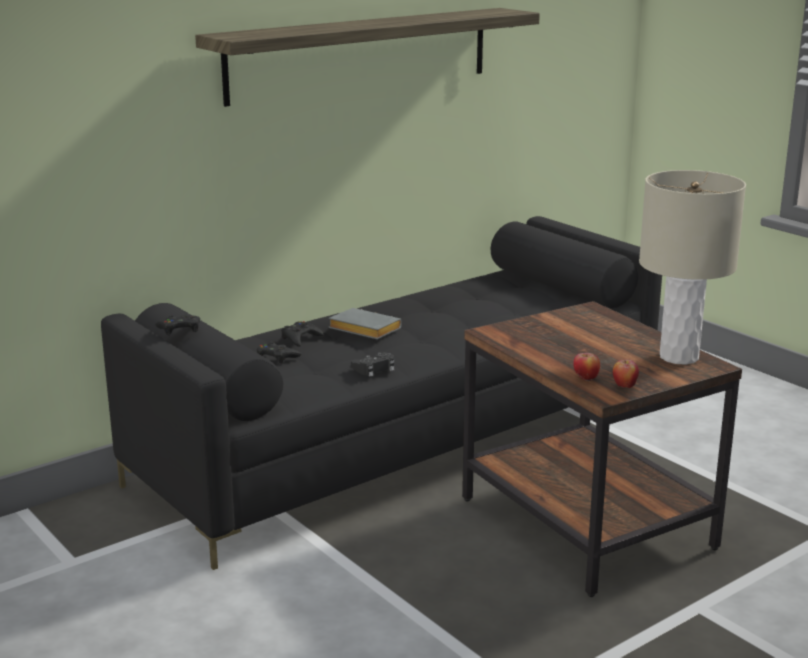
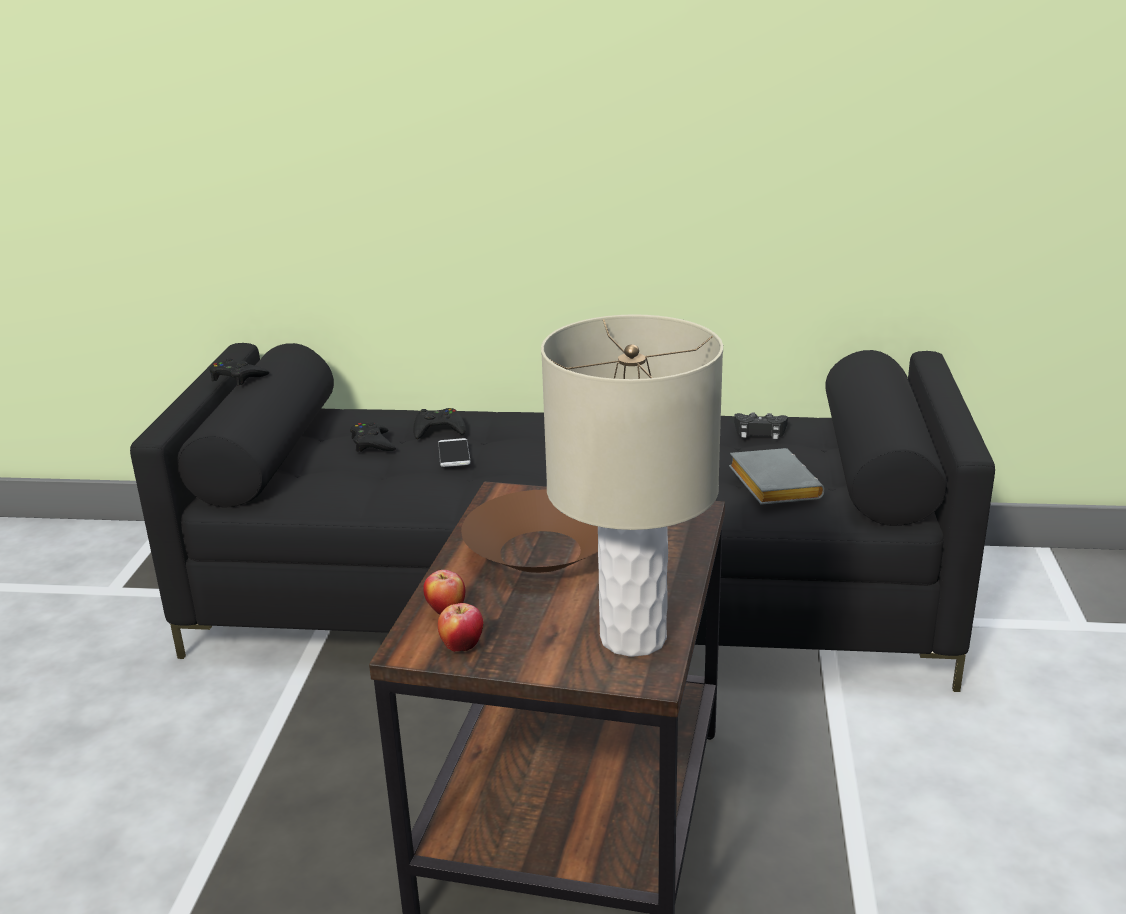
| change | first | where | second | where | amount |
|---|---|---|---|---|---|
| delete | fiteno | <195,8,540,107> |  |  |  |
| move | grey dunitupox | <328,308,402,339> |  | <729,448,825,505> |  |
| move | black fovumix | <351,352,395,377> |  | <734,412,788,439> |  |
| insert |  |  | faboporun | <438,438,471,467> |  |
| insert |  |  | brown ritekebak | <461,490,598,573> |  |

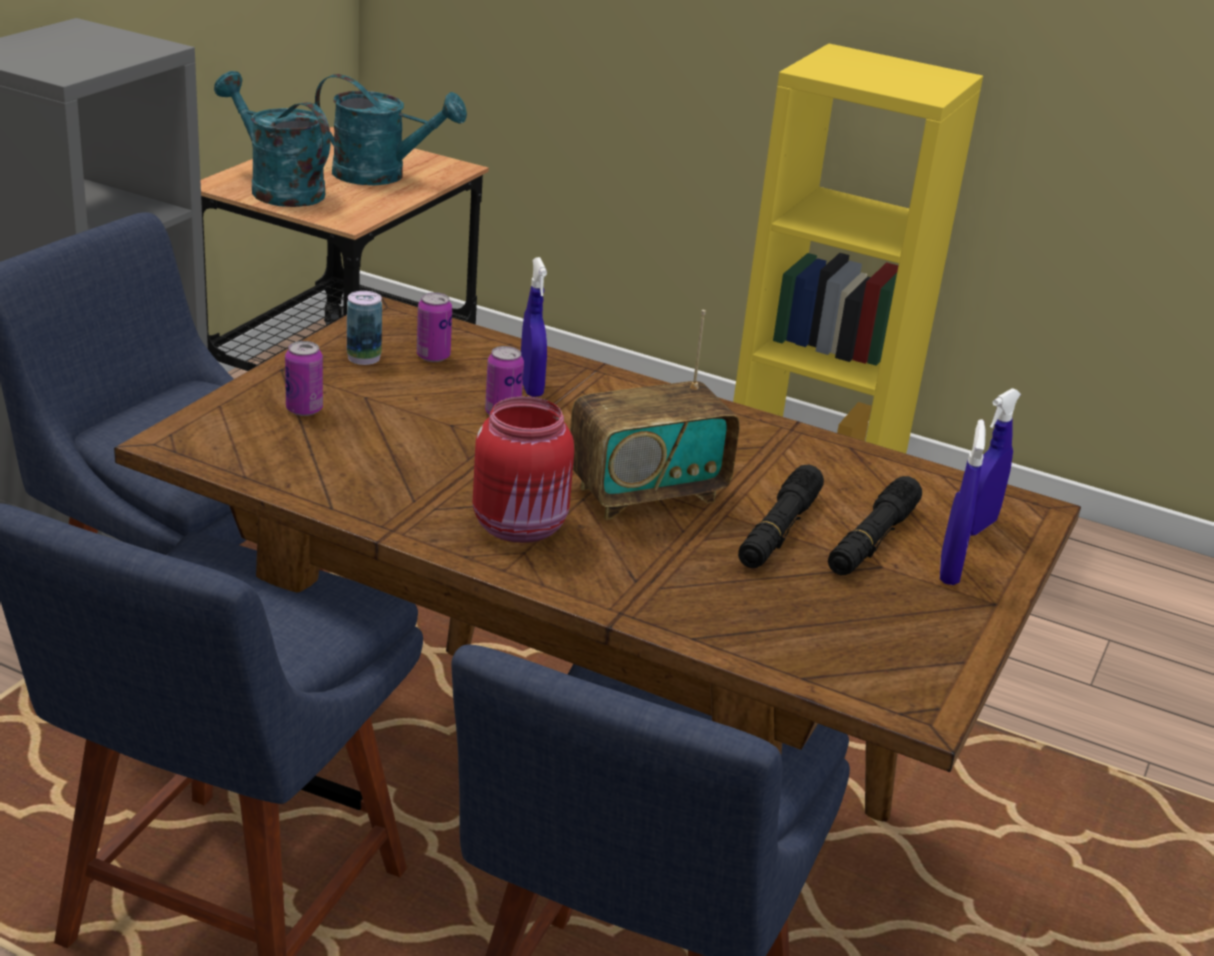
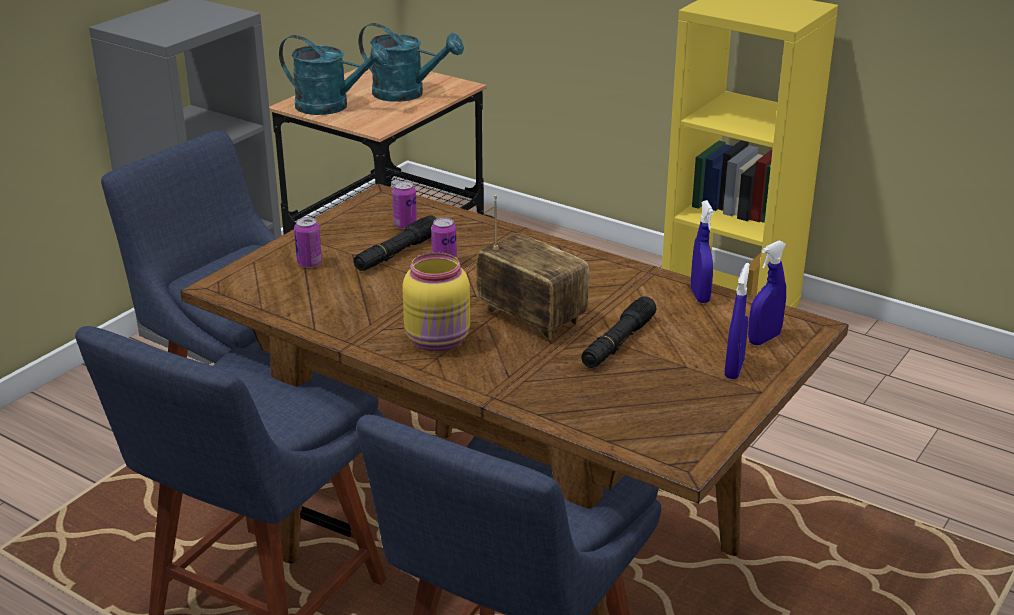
| change | first | where | second | where | amount |
|---|---|---|---|---|---|
| rotate | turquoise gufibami | <214,71,331,207> |  | <279,35,389,115> | 150 degrees clockwise |
| move | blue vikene | <521,257,547,397> |  | <691,200,714,303> |  |
| delete | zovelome | <347,291,382,365> |  |  |  |
| rotate | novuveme | <570,310,740,520> |  | <476,195,589,340> | 120 degrees counterclockwise |
| recolor | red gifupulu | <473,396,574,543> | yellow gifupulu | <402,252,470,351> |  |
| move | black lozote | <828,476,922,575> |  | <354,215,437,271> |  |

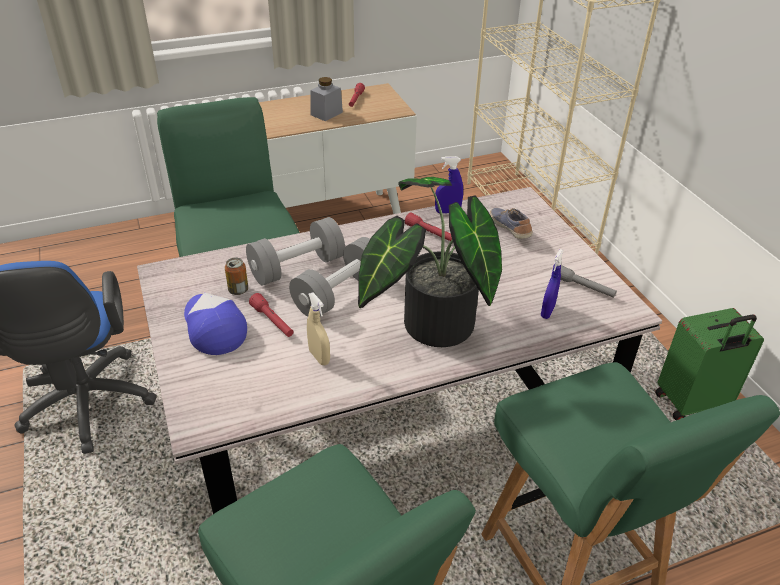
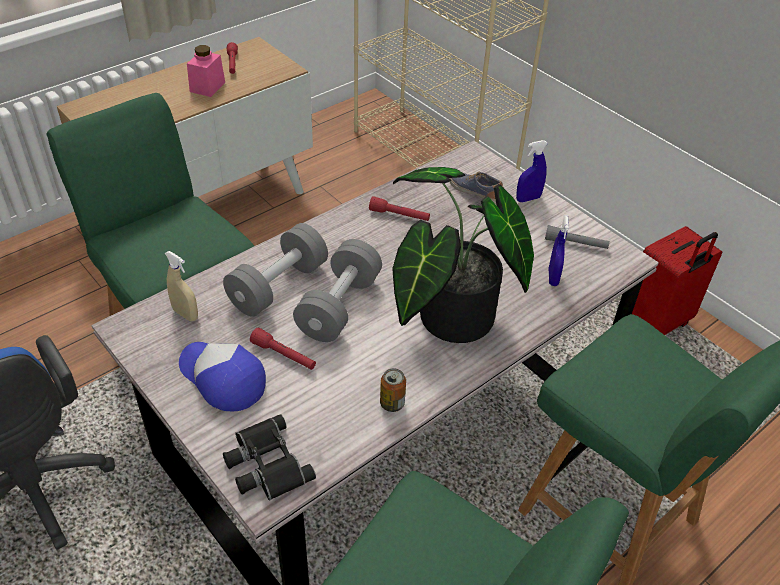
| change | first | where | second | where | amount |
|---|---|---|---|---|---|
| recolor | grey gifupulu | <310,77,343,121> | pink gifupulu | <187,45,225,97> |  |
| move | blue vikene | <435,156,463,214> |  | <516,140,548,202> |  |
| move | zovelome | <225,257,248,295> |  | <380,368,406,412> |  |
| move | beige vikene | <307,292,330,365> |  | <164,251,198,321> |  |
| recolor | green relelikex | <655,308,764,420> | red relelikex | <632,226,722,335> |  |
| insert |  |  | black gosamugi | <223,414,316,500> |  |

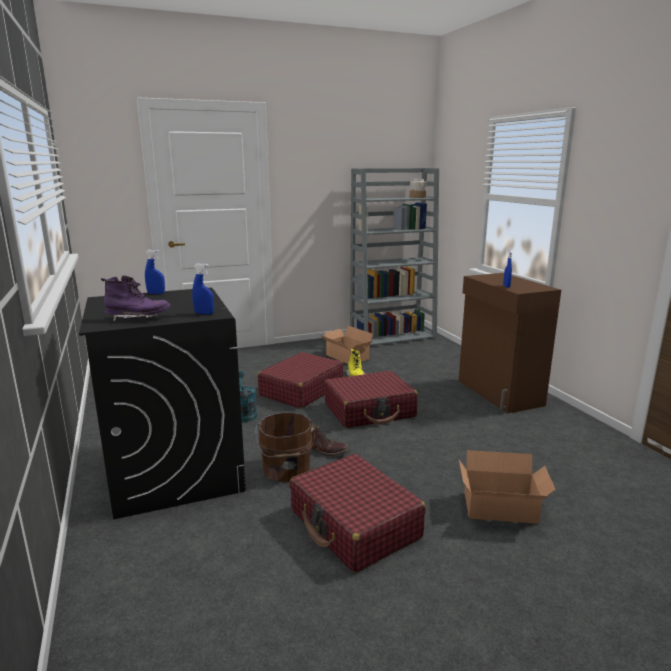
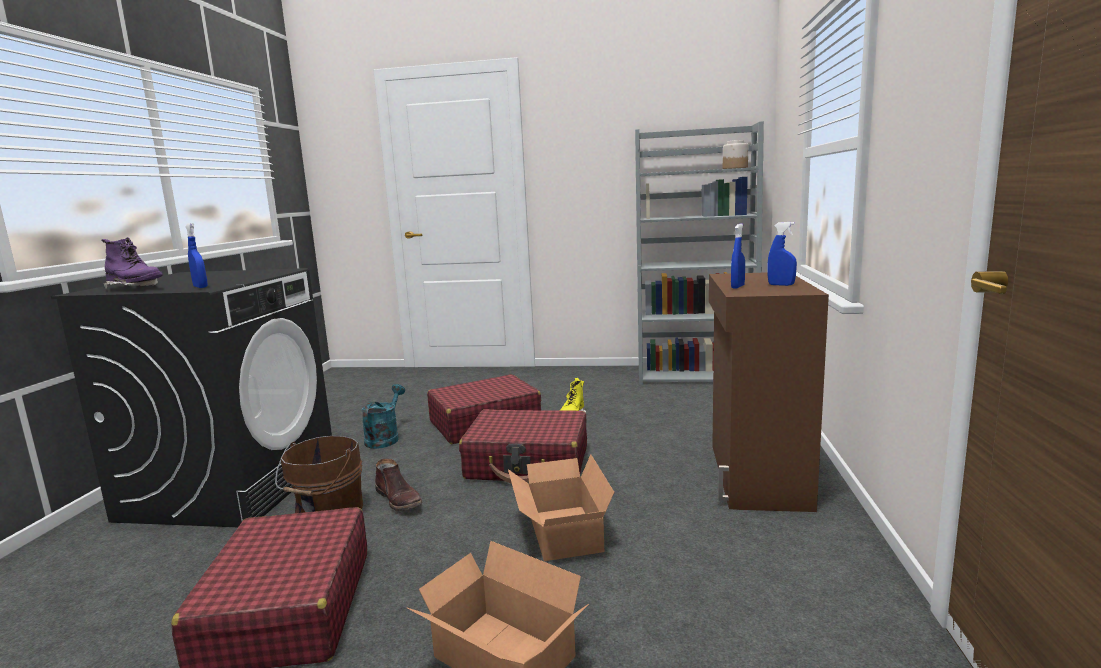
| change | first | where | second | where | amount |
|---|---|---|---|---|---|
| move | blue vikene | <145,250,165,294> |  | <767,222,797,286> |  |
| move | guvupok | <320,326,374,364> |  | <508,454,614,561> |  |

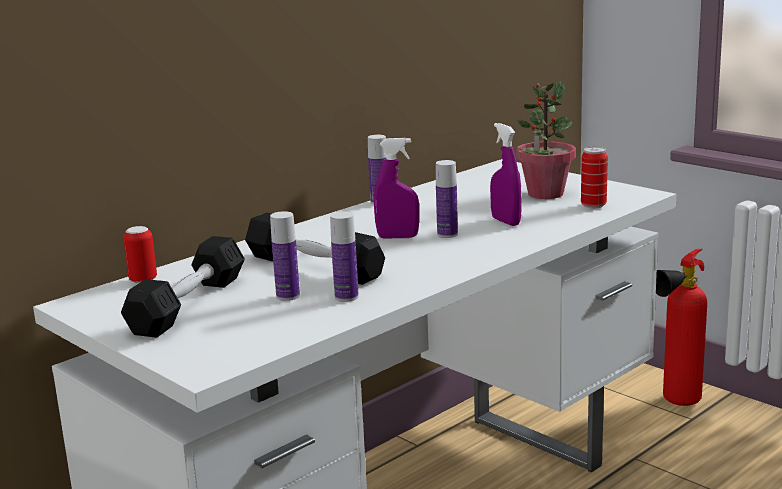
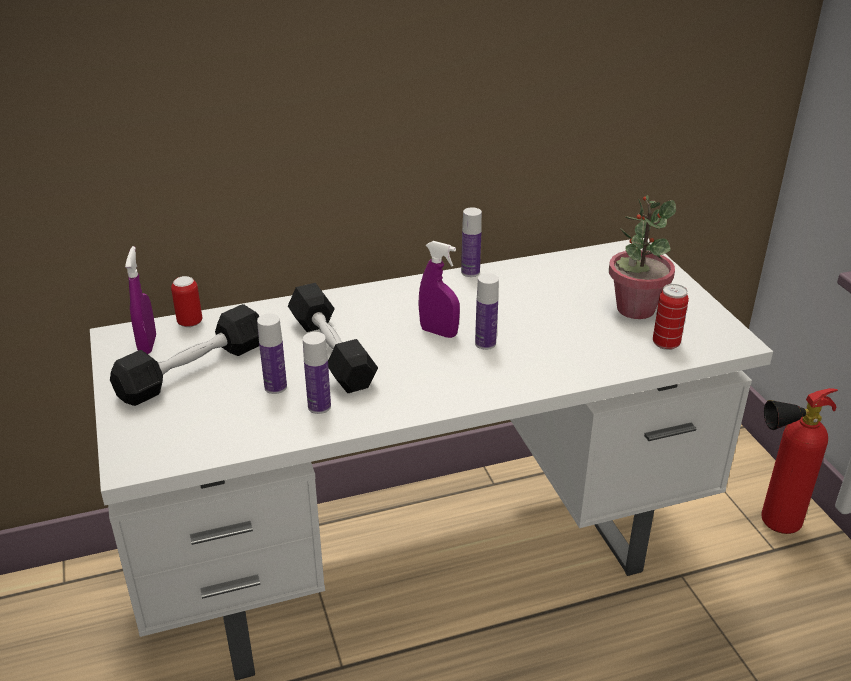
| change | first | where | second | where | amount |
|---|---|---|---|---|---|
| move | purple vikene | <490,123,522,226> |  | <125,246,156,354> |  |

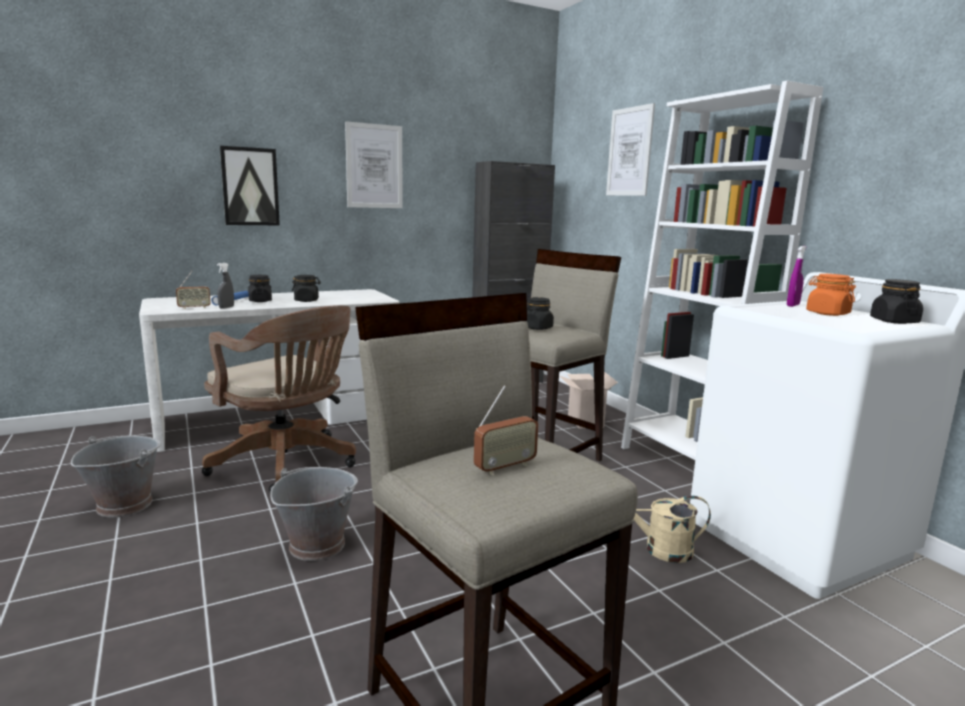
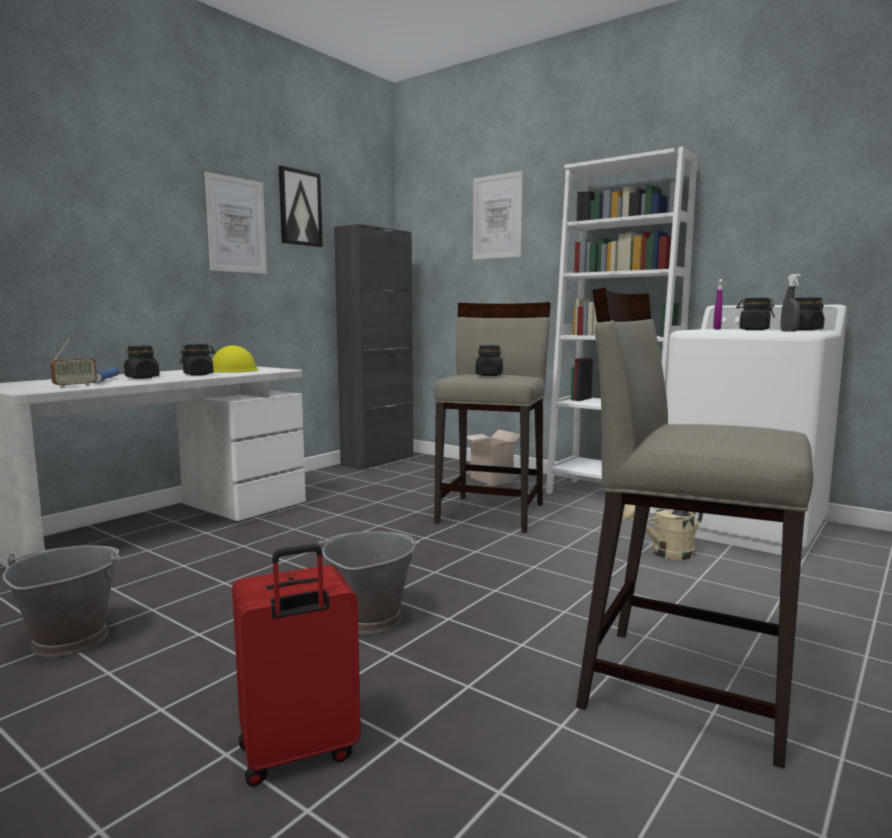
| change | first | where | second | where | amount |
|---|---|---|---|---|---|
| move | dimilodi | <220,146,280,225> |  | <279,166,323,247> |  |
| move | grey vikene | <217,263,234,309> |  | <780,274,801,332> |  |
| recolor | orange gifupulu | <806,274,856,316> | black gifupulu | <736,298,775,330> |  |
| delete | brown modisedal | <202,305,356,493> |  |  |  |
| delete | novuveme | <474,385,538,475> |  |  |  |
| insert |  |  | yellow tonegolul | <212,345,258,373> |  |
| insert |  |  | red relelikex | <232,544,361,787> |  |

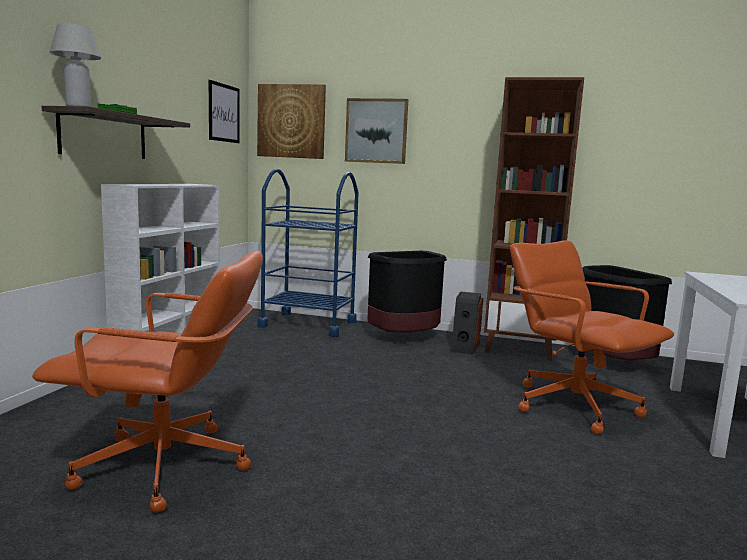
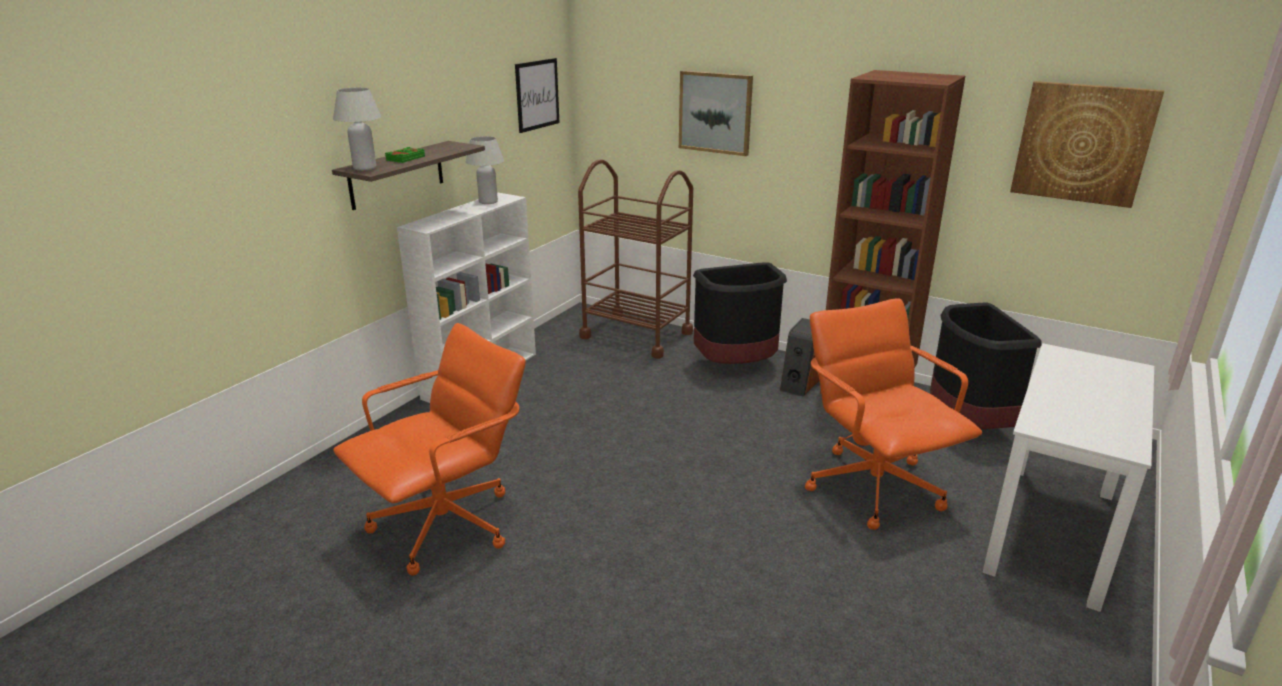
| change | first | where | second | where | amount |
|---|---|---|---|---|---|
| move | dimilodi | <257,84,326,159> |  | <1010,81,1164,208> |  |
| recolor | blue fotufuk | <257,169,359,337> | brown fotufuk | <578,159,693,359> |  |
| rotate | orange modisedal | <32,251,263,513> |  | <333,323,526,576> | 60 degrees counterclockwise |
| insert |  |  | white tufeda | <466,136,504,204> |  |

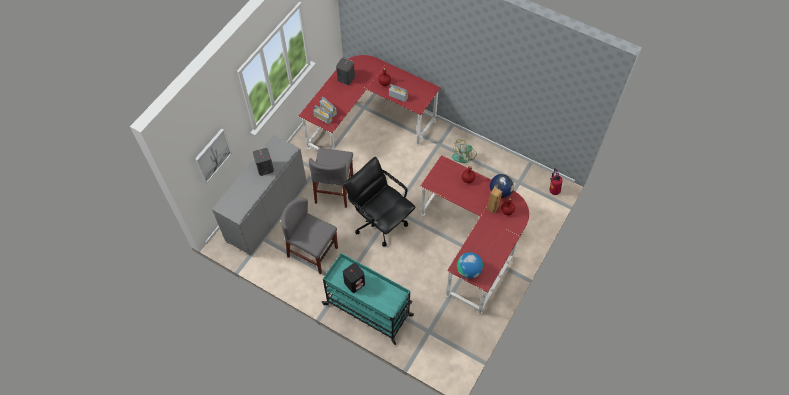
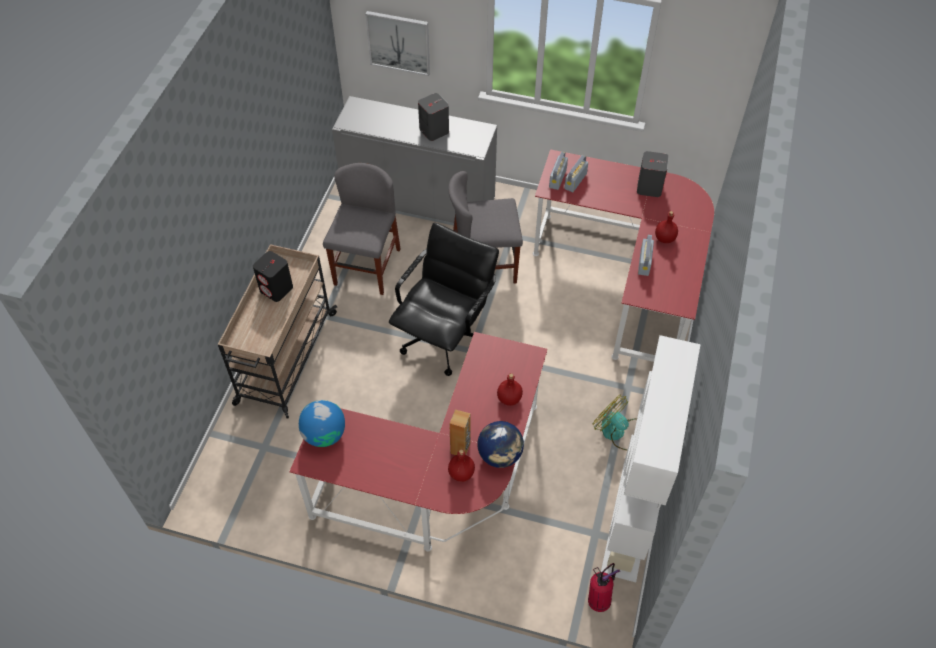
| change | first | where | second | where | amount |
|---|---|---|---|---|---|
| recolor | turquoise fotufuk | <322,253,414,345> | beige fotufuk | <218,244,337,418> |  |
| insert |  |  | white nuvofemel | <601,335,701,582> |  |

